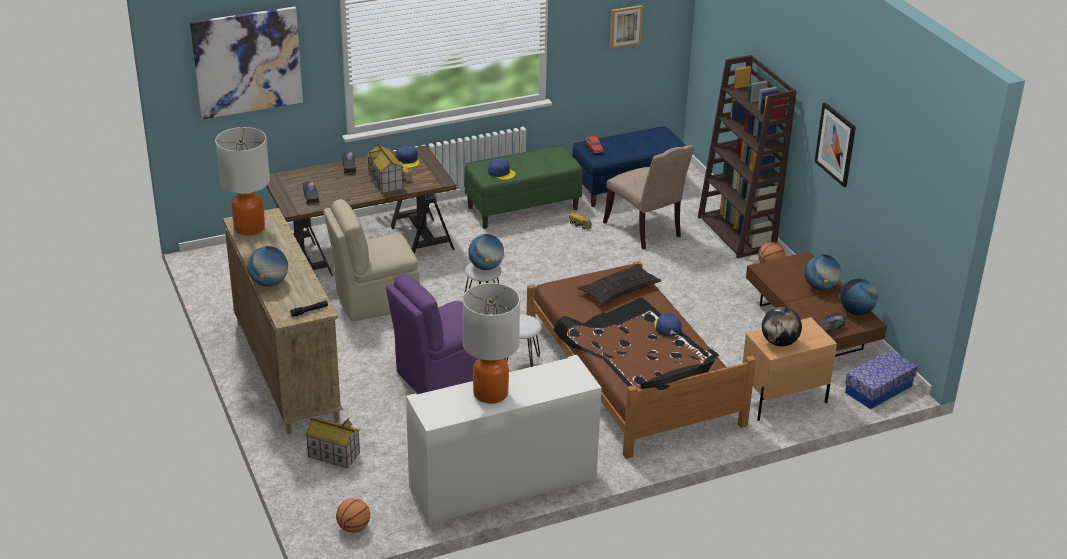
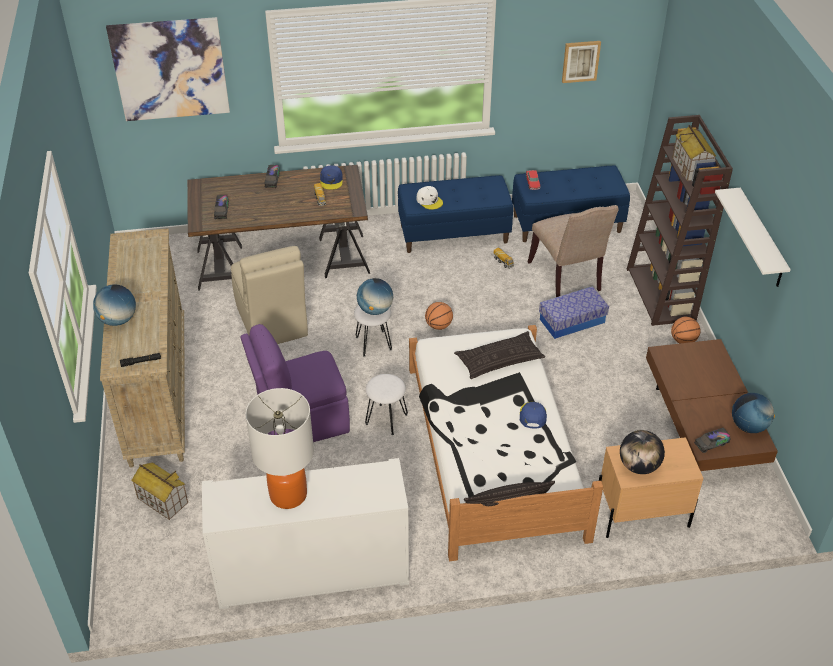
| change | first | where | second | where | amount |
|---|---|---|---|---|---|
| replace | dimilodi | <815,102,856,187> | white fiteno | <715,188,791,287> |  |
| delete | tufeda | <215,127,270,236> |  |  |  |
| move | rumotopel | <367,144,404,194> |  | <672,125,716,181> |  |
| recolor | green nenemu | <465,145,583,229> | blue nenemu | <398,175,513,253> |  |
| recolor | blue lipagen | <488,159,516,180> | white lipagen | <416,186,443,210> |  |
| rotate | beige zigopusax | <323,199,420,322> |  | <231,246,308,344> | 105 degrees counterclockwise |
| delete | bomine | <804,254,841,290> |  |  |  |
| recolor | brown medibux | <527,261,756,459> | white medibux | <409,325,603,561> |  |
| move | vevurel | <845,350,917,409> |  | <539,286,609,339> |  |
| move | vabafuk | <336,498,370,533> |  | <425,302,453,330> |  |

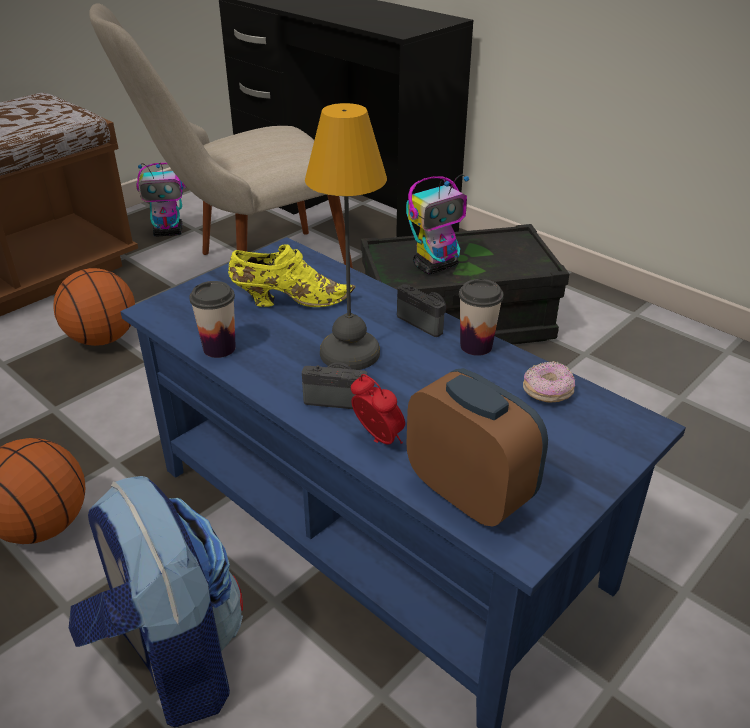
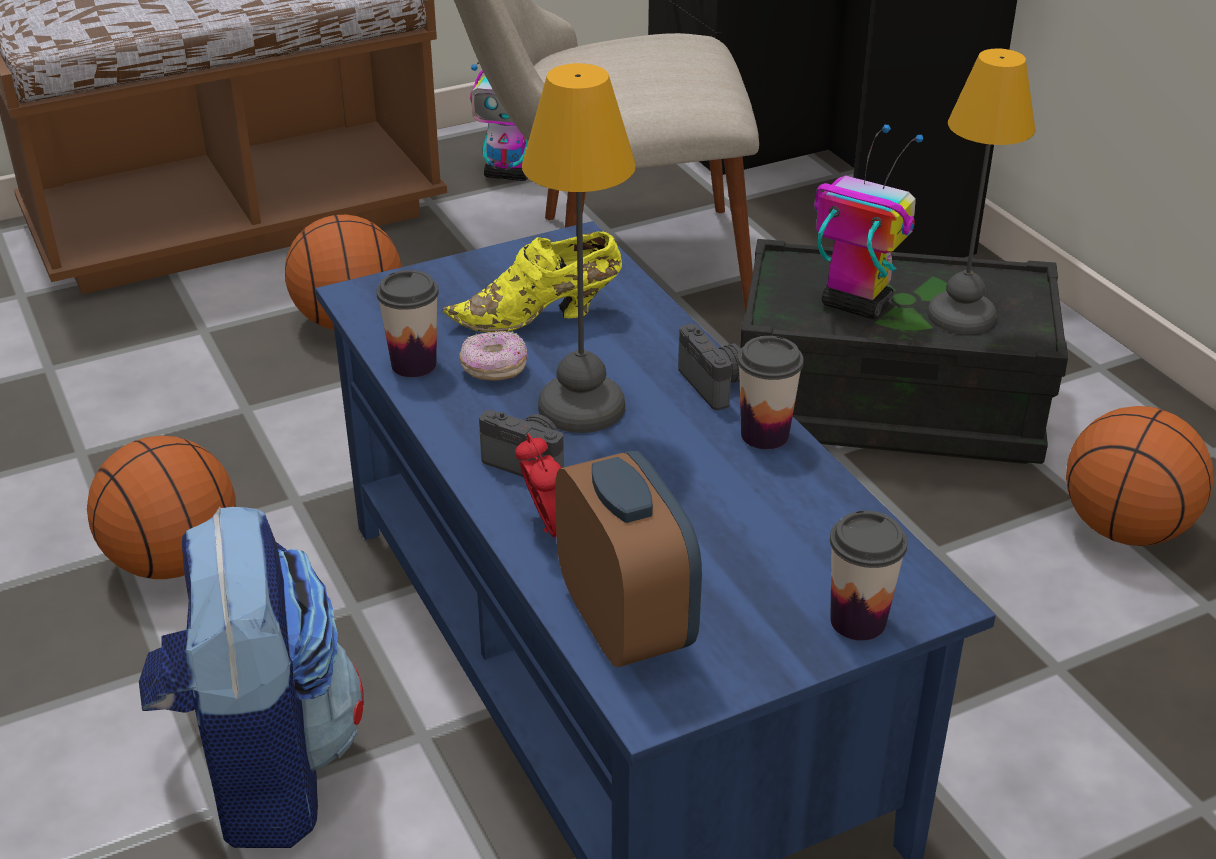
| change | first | where | second | where | amount |
|---|---|---|---|---|---|
| rotate | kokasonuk | <406,174,469,274> |  | <814,125,923,319> | 135 degrees counterclockwise |
| rotate | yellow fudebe | <228,244,355,307> |  | <443,232,622,332> | 150 degrees clockwise |
| move | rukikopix | <523,361,575,403> |  | <460,331,528,381> |  |
| insert |  |  | tufeda | <927,49,1035,334> |  |
| insert |  |  | vabafuk | <1066,406,1213,546> |  |
| insert |  |  | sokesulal | <830,511,908,641> |  |

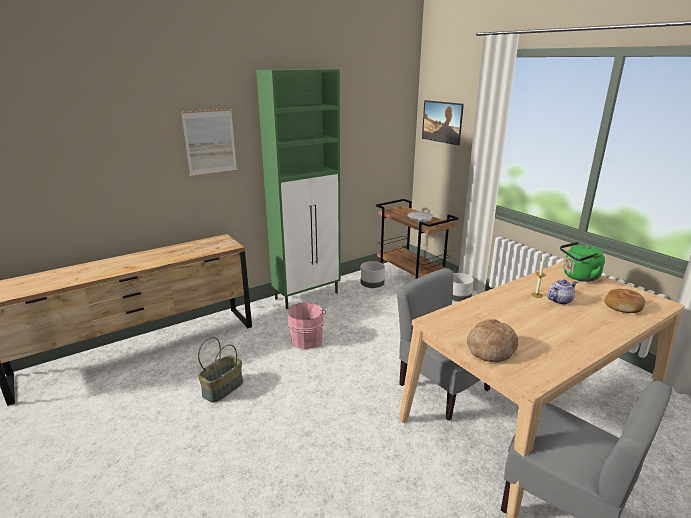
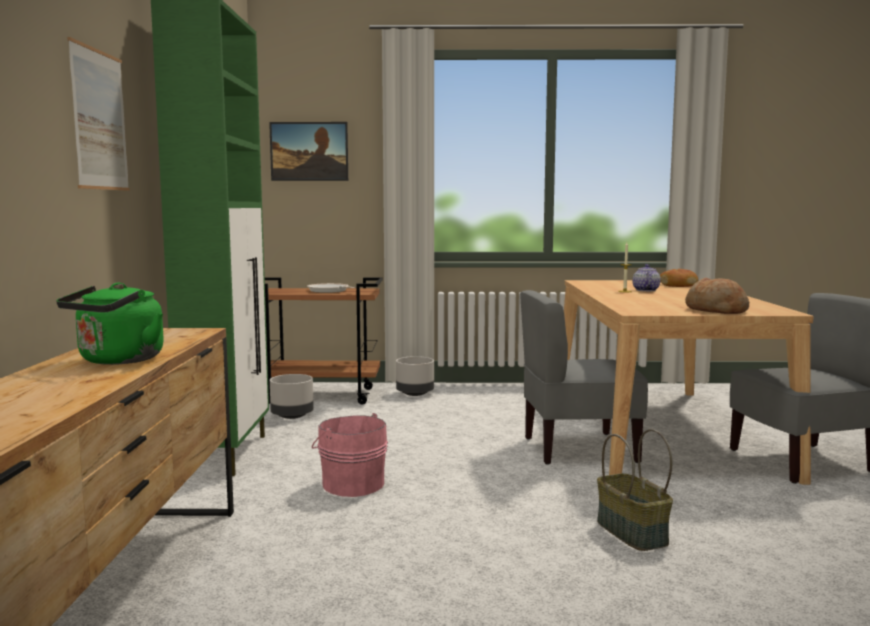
| change | first | where | second | where | amount |
|---|---|---|---|---|---|
| move | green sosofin | <560,242,605,282> |  | <56,283,164,365> |  |
| move | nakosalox | <198,337,243,403> |  | <597,429,673,551> |  |

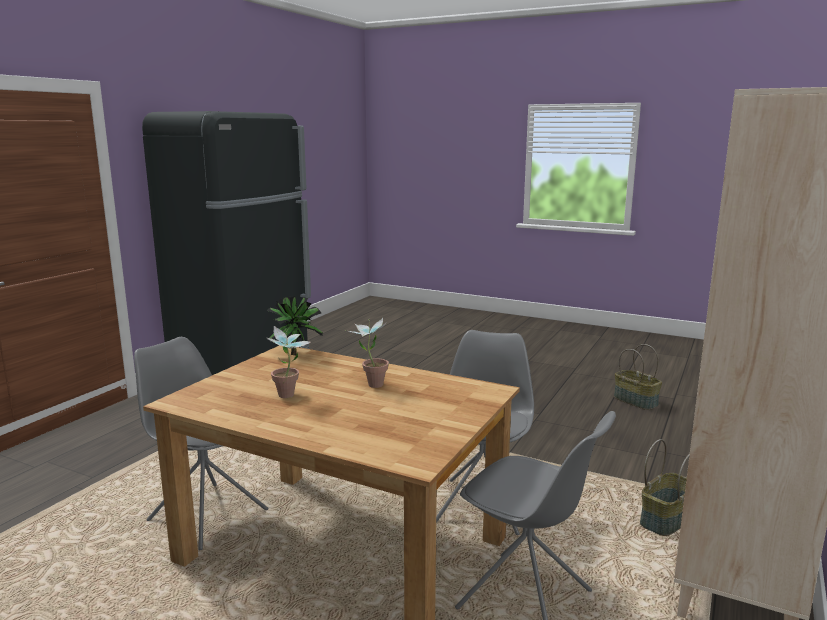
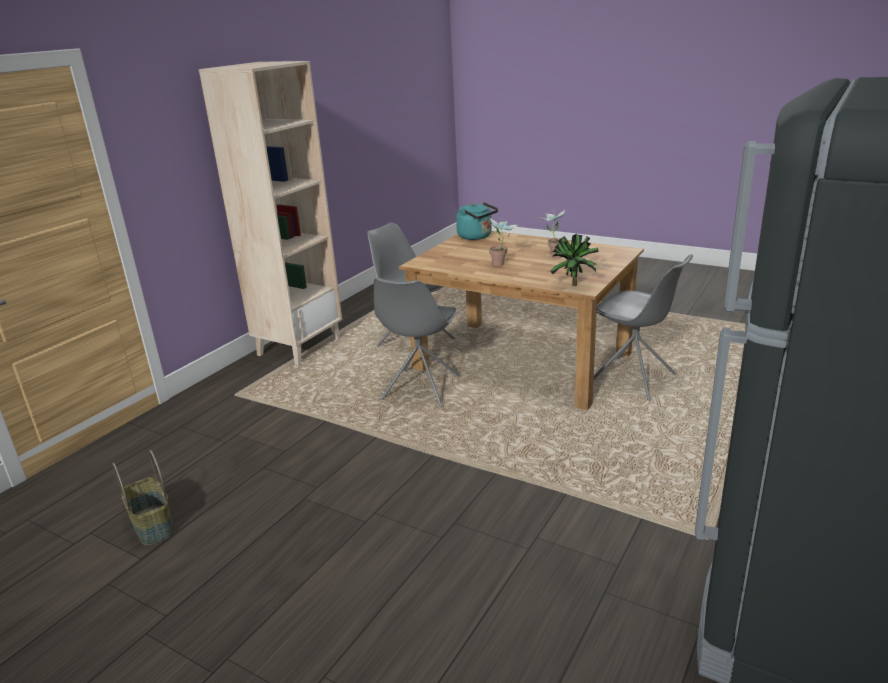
| change | first | where | second | where | amount |
|---|---|---|---|---|---|
| delete | nakosalox | <640,439,690,536> |  |  |  |
| insert |  |  | turquoise sosofin | <456,202,498,240> |  |

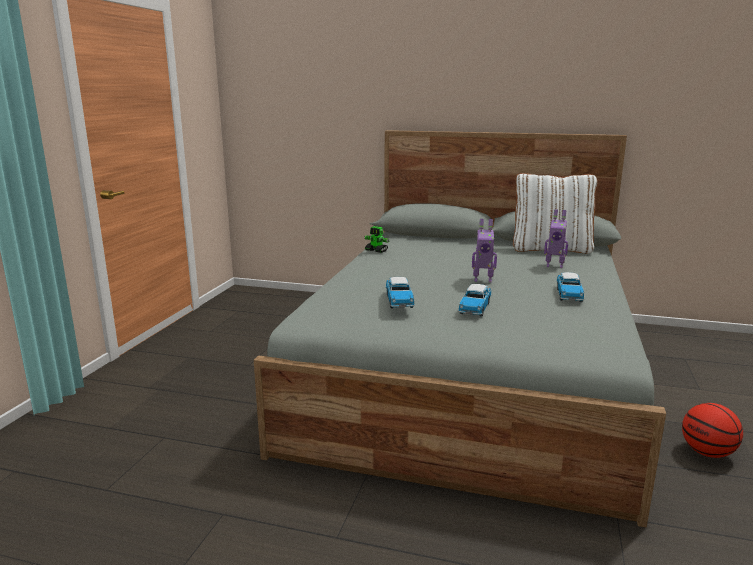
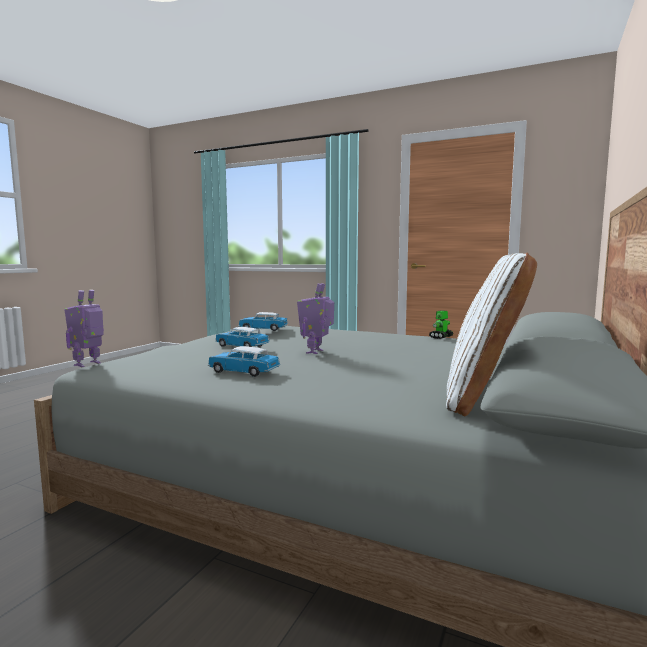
| change | first | where | second | where | amount |
|---|---|---|---|---|---|
| move | kokasonuk | <544,209,568,268> |  | <64,289,104,367> |  |
| delete | vabafuk | <682,403,743,458> |  |  |  |

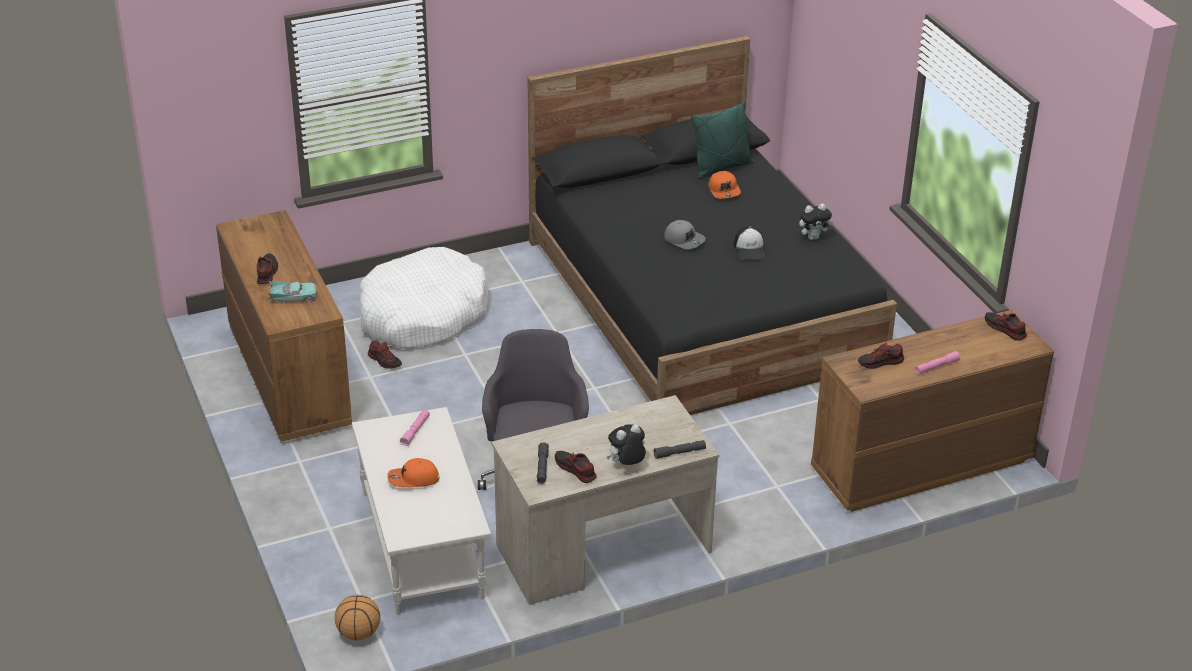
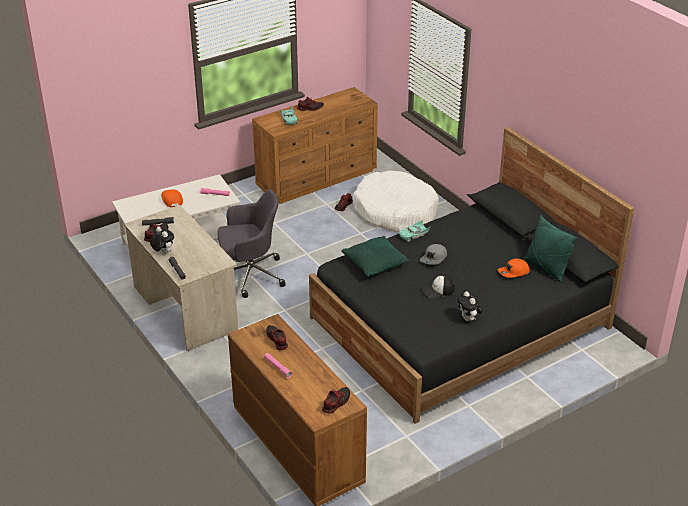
| change | first | where | second | where | amount |
|---|---|---|---|---|---|
| delete | vabafuk | <335,595,380,640> |  |  |  |
| insert |  |  | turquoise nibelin | <399,220,430,242> |  |
| insert |  |  | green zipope | <341,236,410,277> |  |

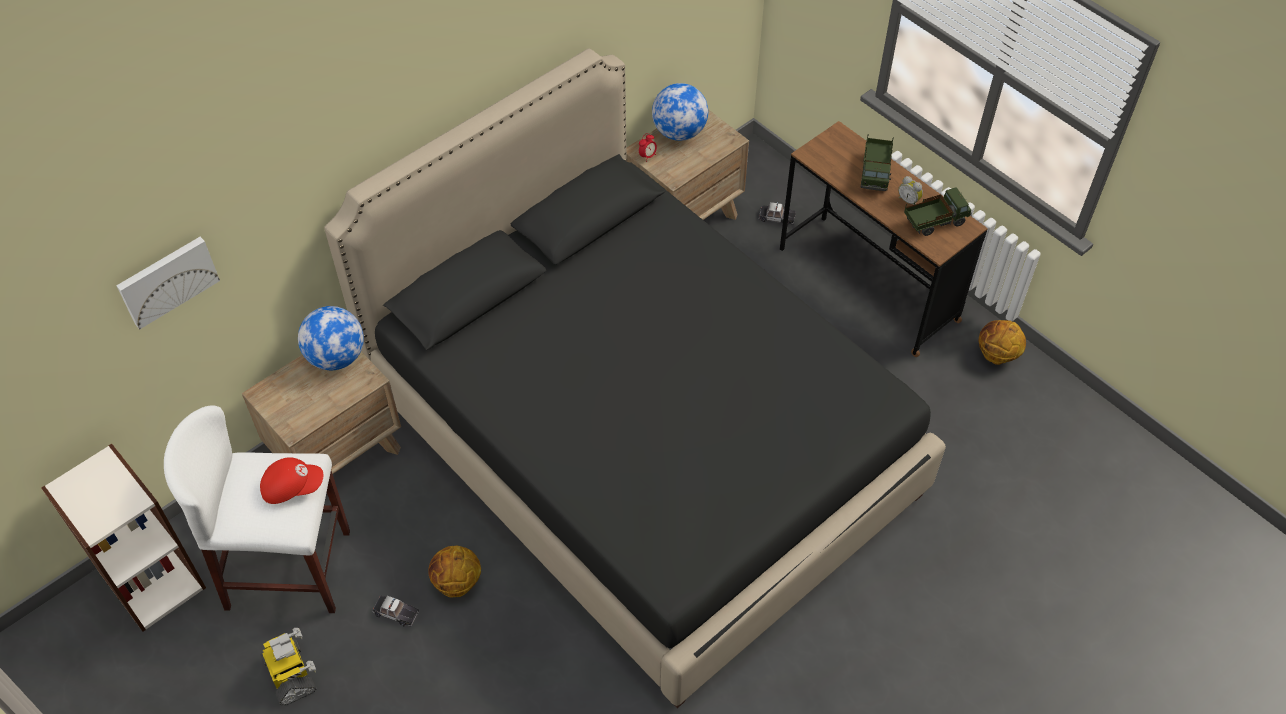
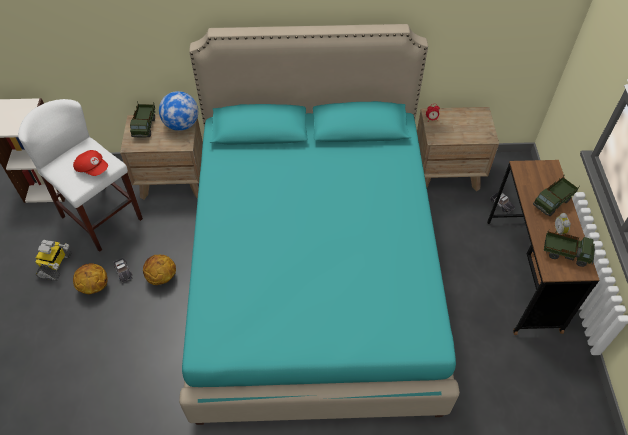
| change | first | where | second | where | amount |
|---|---|---|---|---|---|
| recolor | black medibux | <324,48,946,708> | turquoise medibux | <179,24,460,425> |  |
| delete | bomine | <652,83,708,141> |  |  |  |
| delete | dimilodi | <116,237,220,329> |  |  |  |
| move | vabafuk | <979,320,1026,365> |  | <73,263,108,294> |  |
| insert |  |  | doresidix | <130,102,155,138> |  |

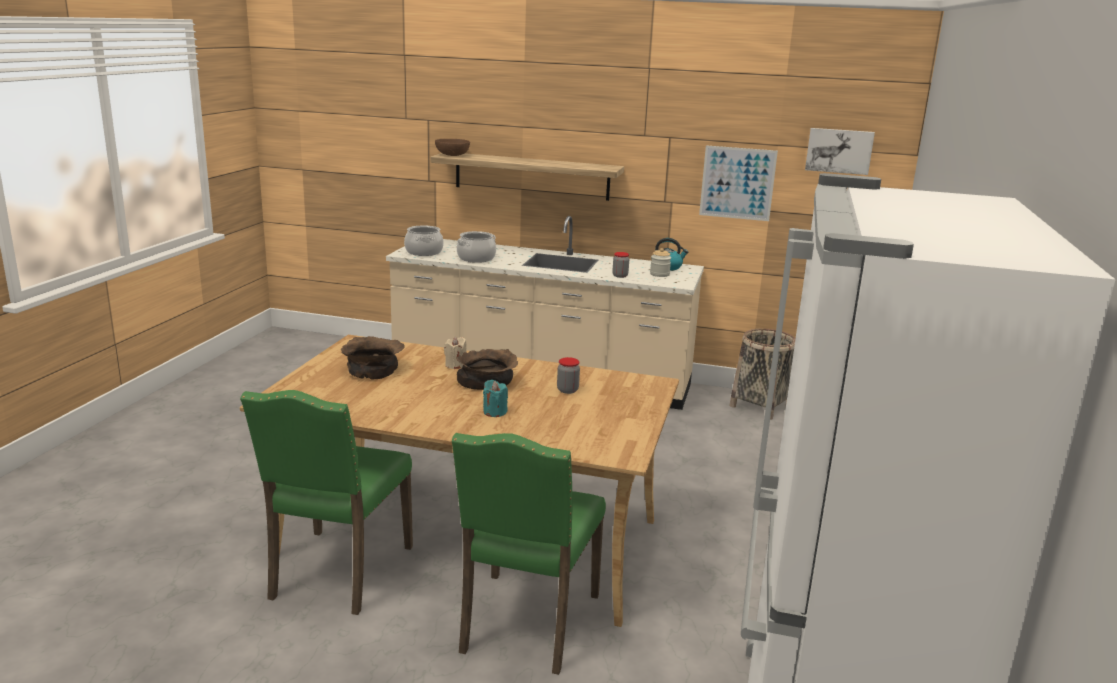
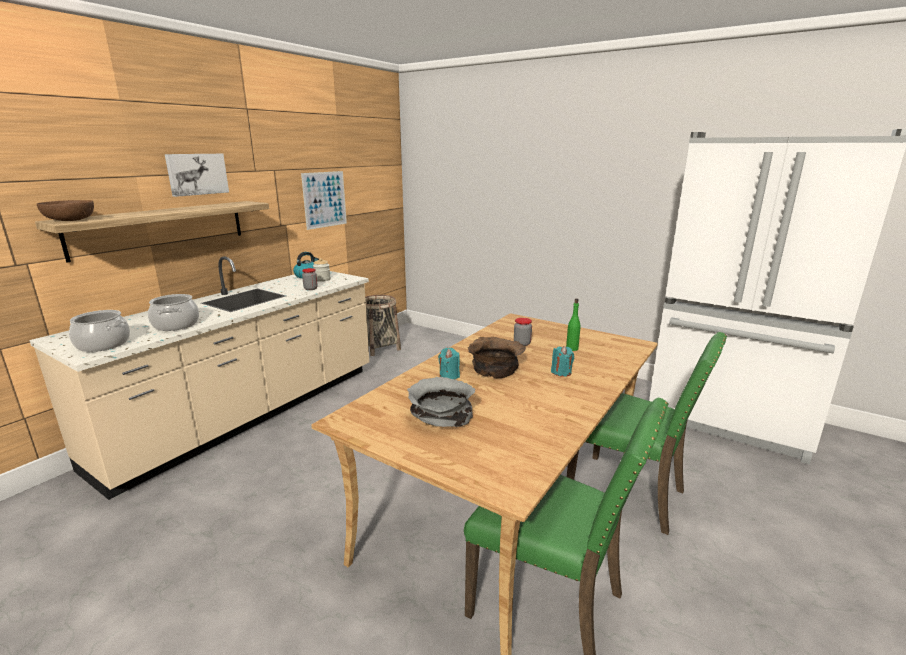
| change | first | where | second | where | amount |
|---|---|---|---|---|---|
| move | dimilodi | <805,128,875,175> |  | <165,154,229,197> |  |
| recolor | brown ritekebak | <341,336,405,380> | grey ritekebak | <407,377,476,427> |  |
| recolor | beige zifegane | <444,336,467,369> | turquoise zifegane | <438,348,460,379> |  |
| insert |  |  | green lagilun | <566,298,581,351> |  |

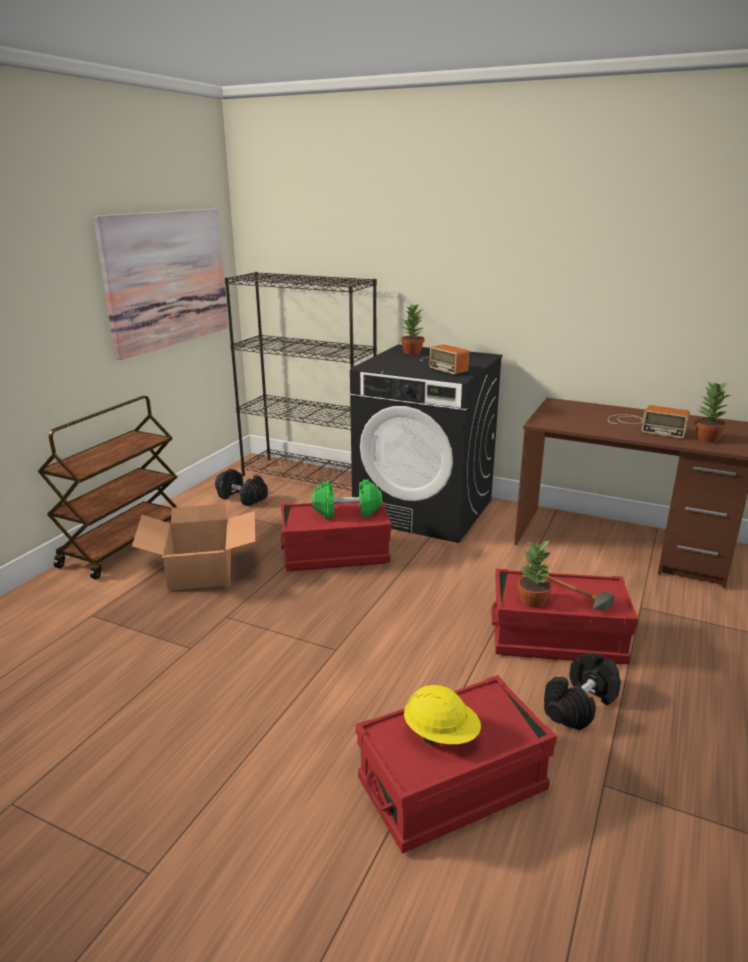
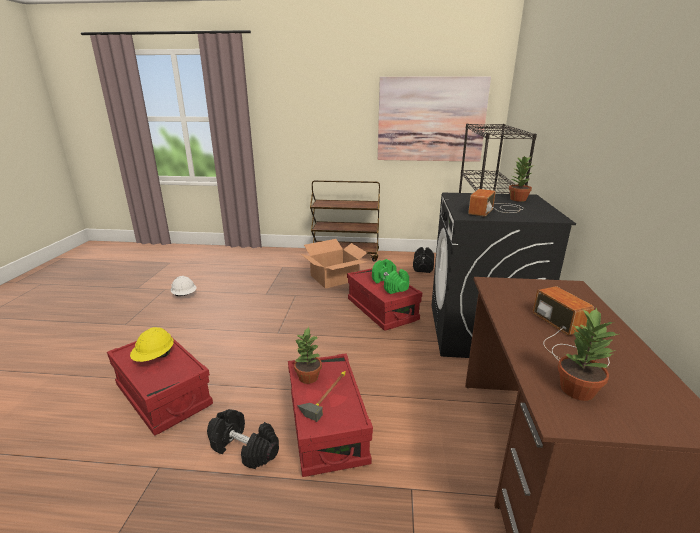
| change | first | where | second | where | amount |
|---|---|---|---|---|---|
| rotate | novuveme | <608,405,690,438> |  | <533,286,610,366> | 150 degrees clockwise |
| insert |  |  | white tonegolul | <171,276,197,296> |  |

